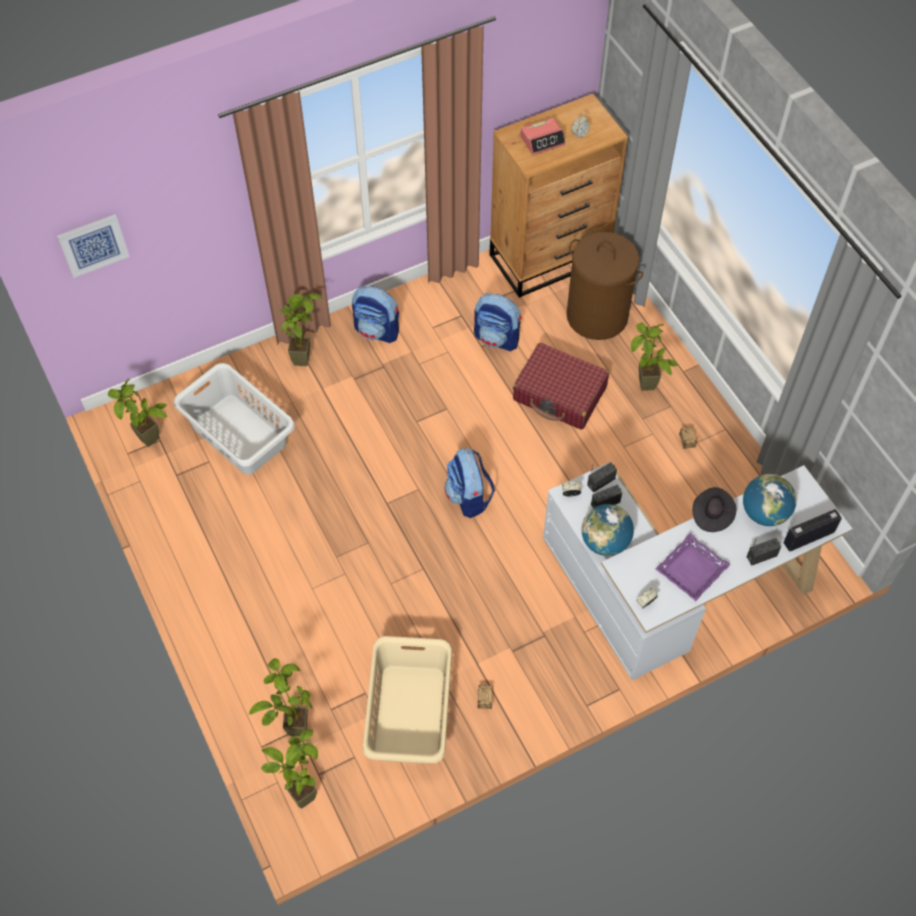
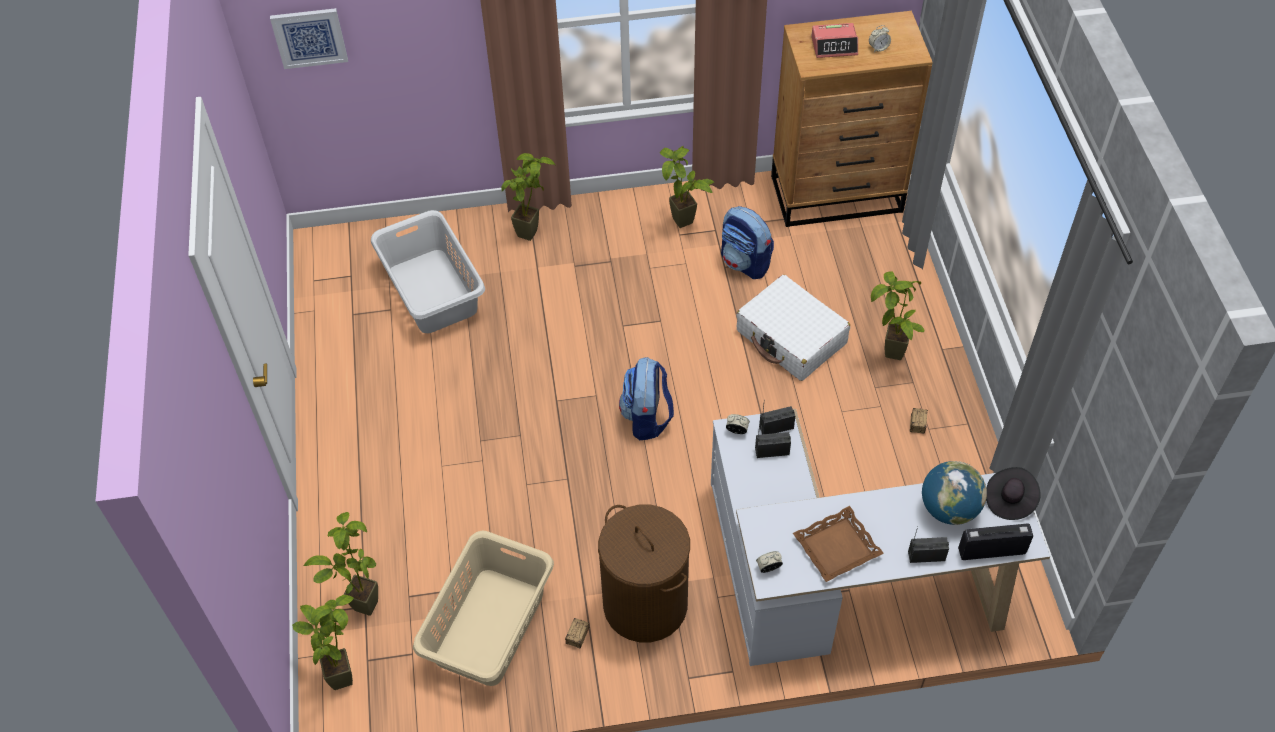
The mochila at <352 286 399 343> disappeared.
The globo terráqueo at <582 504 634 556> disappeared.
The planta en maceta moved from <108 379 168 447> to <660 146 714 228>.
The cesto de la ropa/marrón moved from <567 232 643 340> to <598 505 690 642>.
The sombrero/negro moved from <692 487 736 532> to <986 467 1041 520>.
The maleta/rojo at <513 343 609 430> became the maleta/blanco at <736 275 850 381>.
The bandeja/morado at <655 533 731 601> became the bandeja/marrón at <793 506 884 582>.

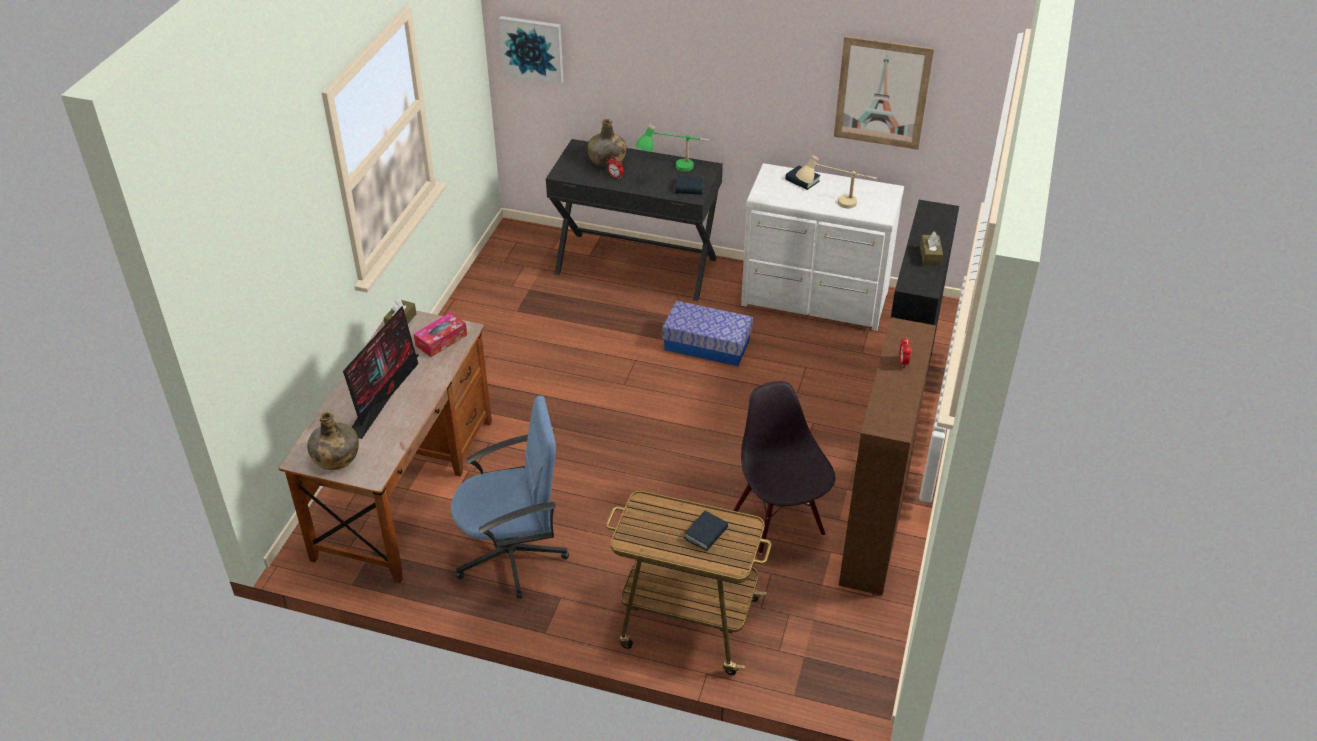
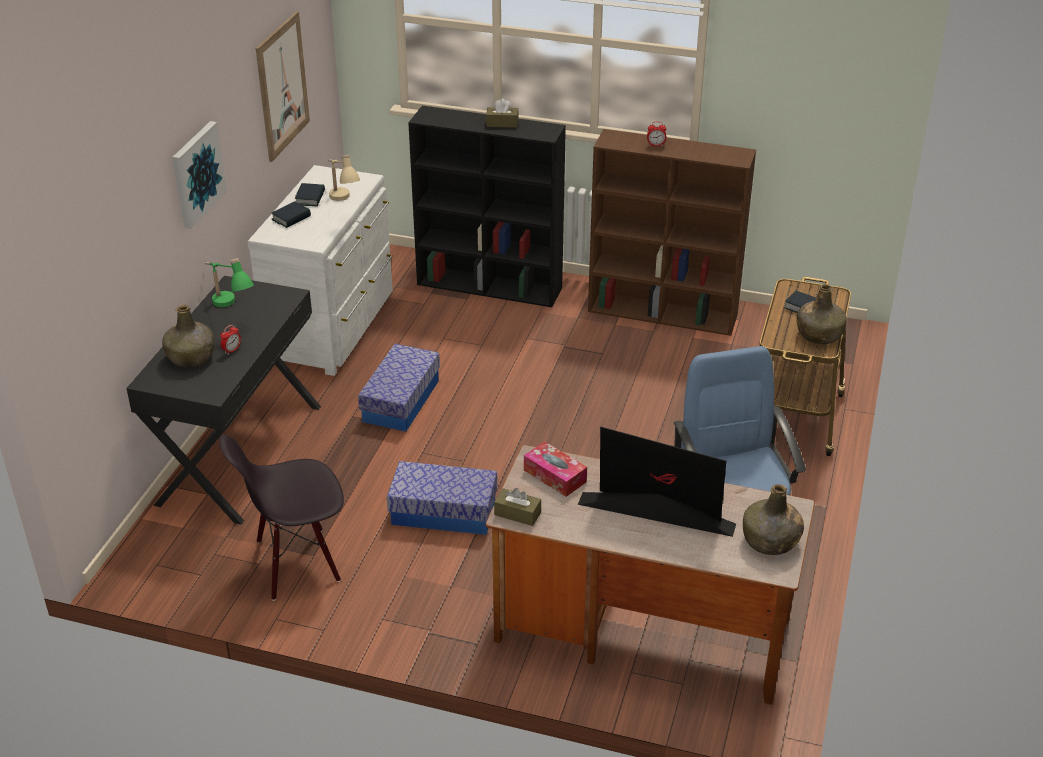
The caja de almacenaje at <387 461 498 535> appeared.
The botella/verde at <797 284 847 344> appeared.
The cuadro moved from <499 16 564 84> to <173 121 227 229>.
The libro moved from <675 176 704 195> to <295 183 325 206>.
The silla/negro moved from <733 381 835 554> to <219 434 344 601>.

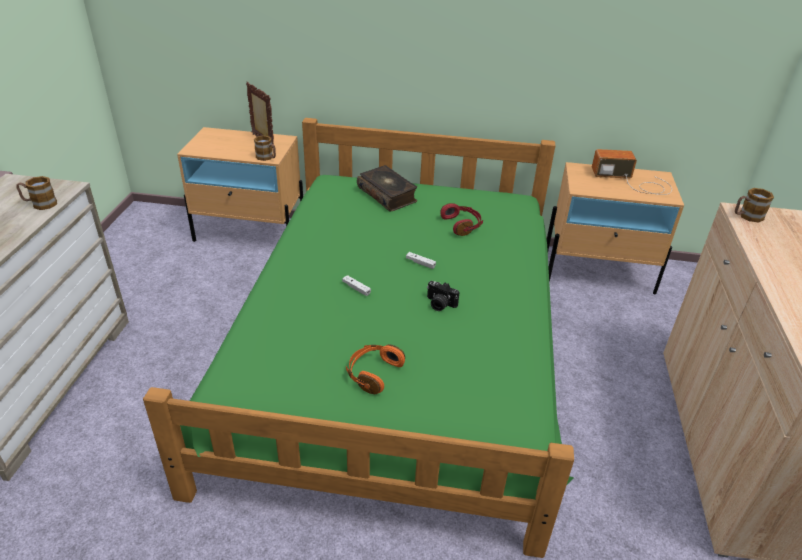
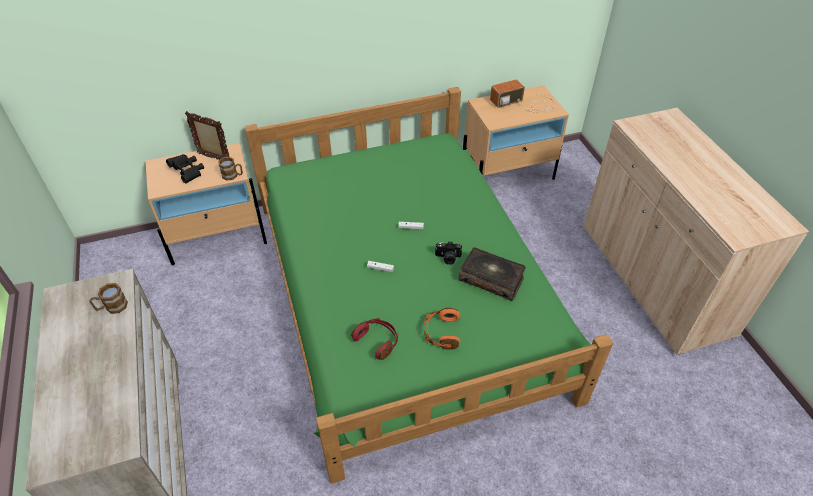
The taza grande at <735 188 774 223> disappeared.
The prismáticos/negro at <166 154 204 183> appeared.
The libro moved from <357 165 417 212> to <459 247 526 301>.
The auriculares/rojo moved from <440 203 483 236> to <351 318 398 360>.

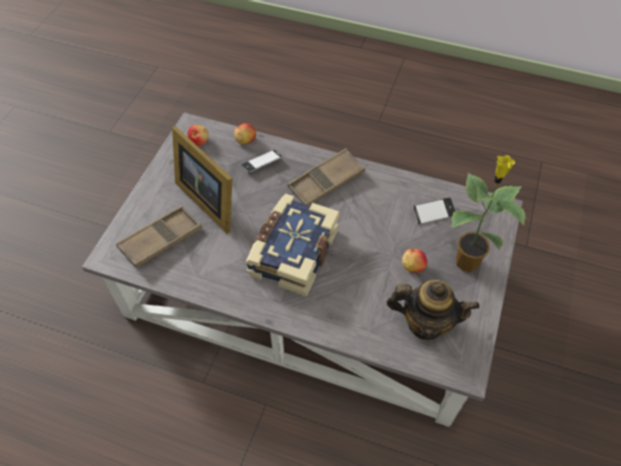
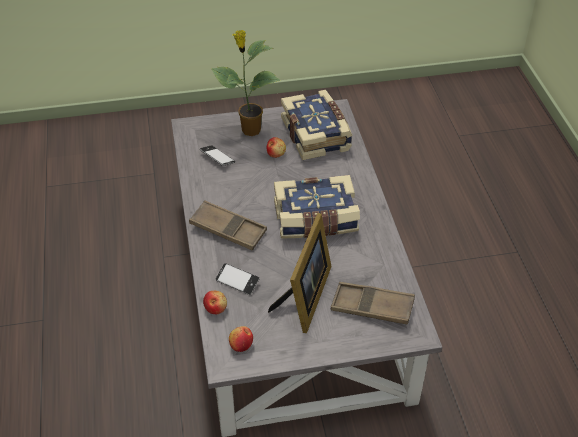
The tetera at <386 280 480 340> was replaced by the libro at <281 90 353 160>.

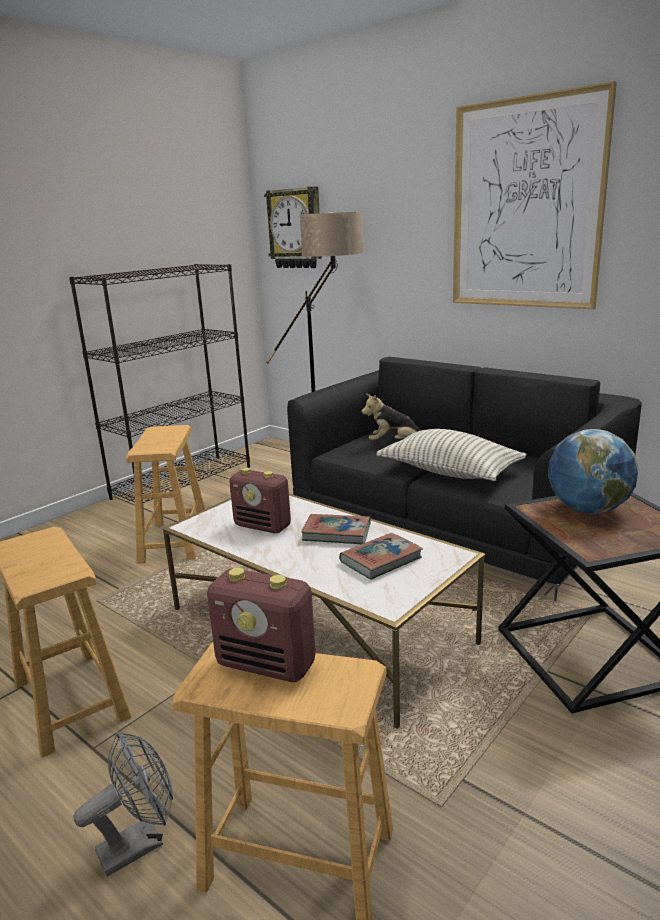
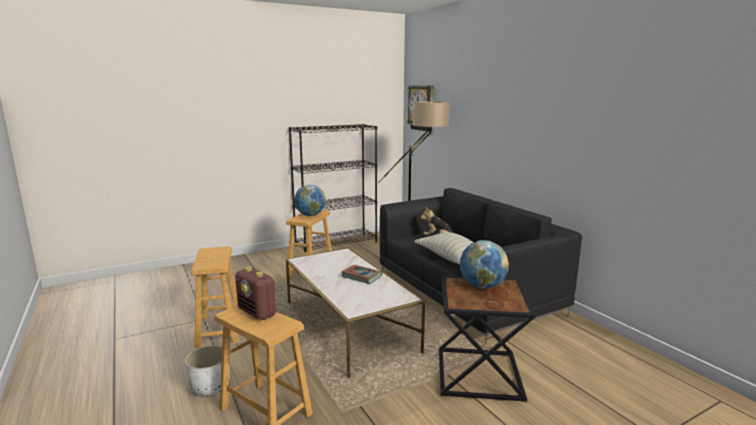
The radio at <229 468 291 533> disappeared.
The libro at <339 533 423 580> disappeared.
The cuadro at <453 81 617 309> disappeared.
The globo terráqueo at <294 185 326 216> appeared.
The ventilador/gris at <74 732 173 877> was replaced by the maceta/blanco at <185 345 230 397>.

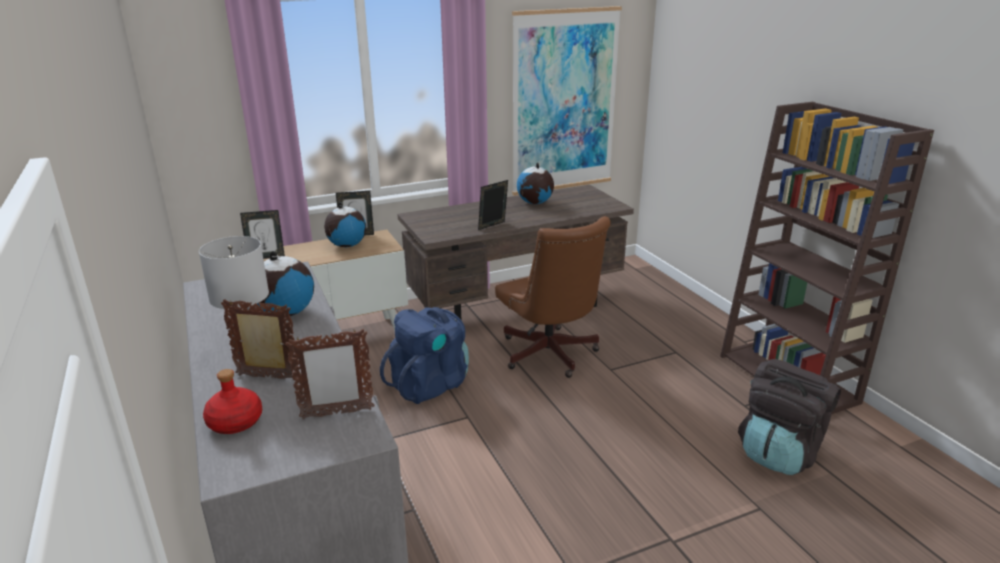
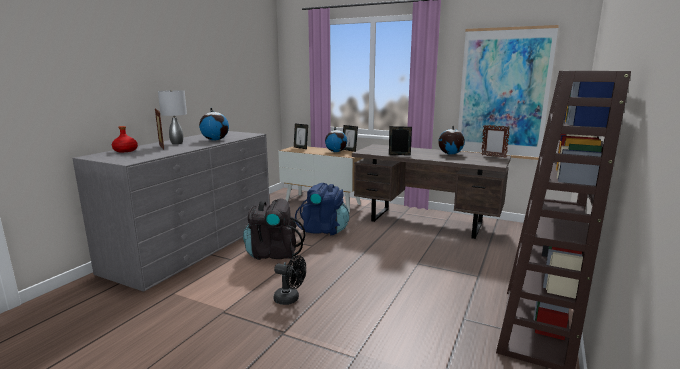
The silla de oficina/marrón at <495 216 611 378> disappeared.
The ventilador/negro at <274 255 306 305> appeared.
The portarretratos moved from <285 329 374 419> to <481 125 510 158>.
The mochila/negro moved from <738 359 841 475> to <243 198 305 260>.

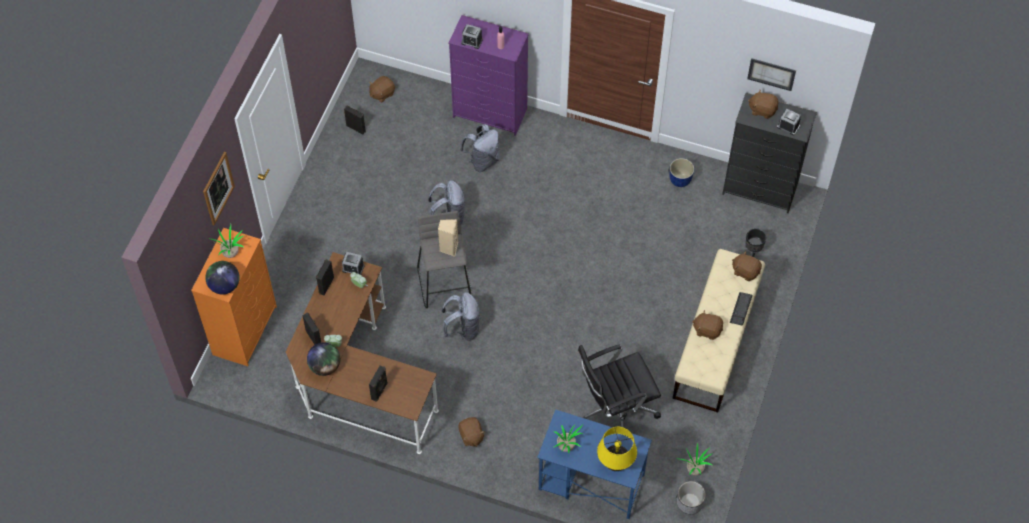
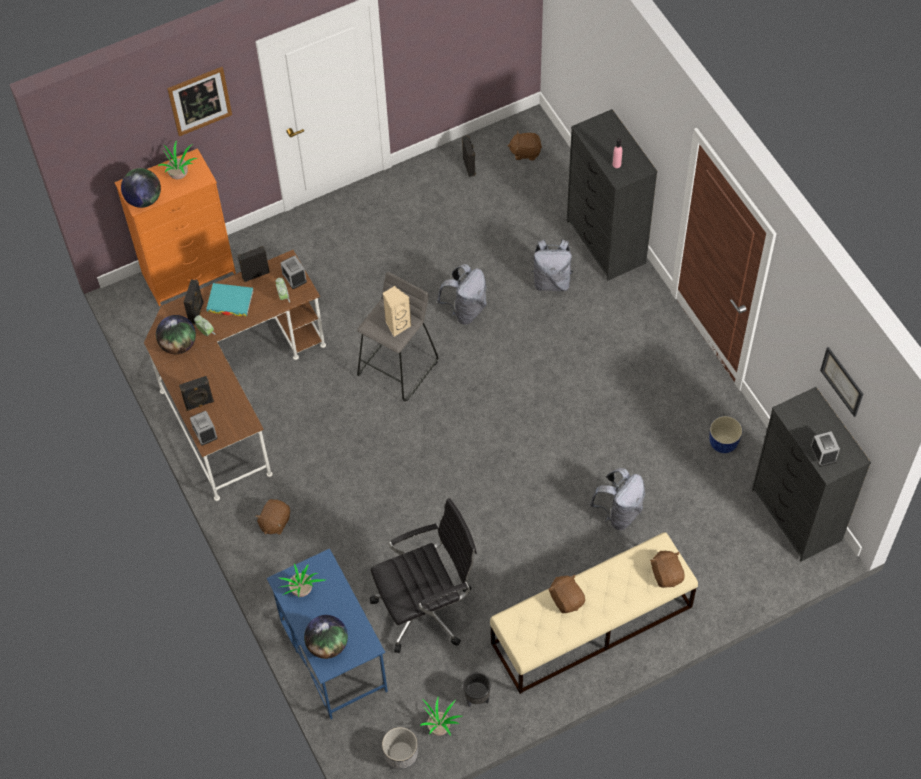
The teclado at <730 292 753 326> disappeared.
The peluche/marrón at <748 90 778 119> disappeared.
The libro/turquesa at <206 283 253 316> appeared.
The mochila/gris moved from <442 292 480 341> to <590 468 645 530>.
The despertador moved from <461 24 483 49> to <190 411 217 446>.
The maceta/negro moved from <745 228 766 257> to <463 673 491 707>.
The lámpara de mesa/amarillo at <597 427 637 471> was replaced by the globo terráqueo at <304 615 348 659>.
The cómoda/morado at <449 15 529 136> became the cómoda/negro at <567 109 658 281>.
The silla de oficina/negro at <578 344 661 427> turned 135 degrees clockwise.

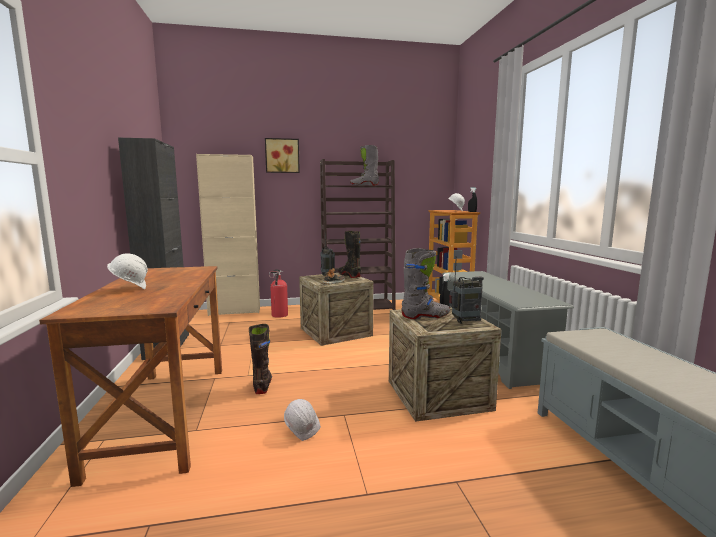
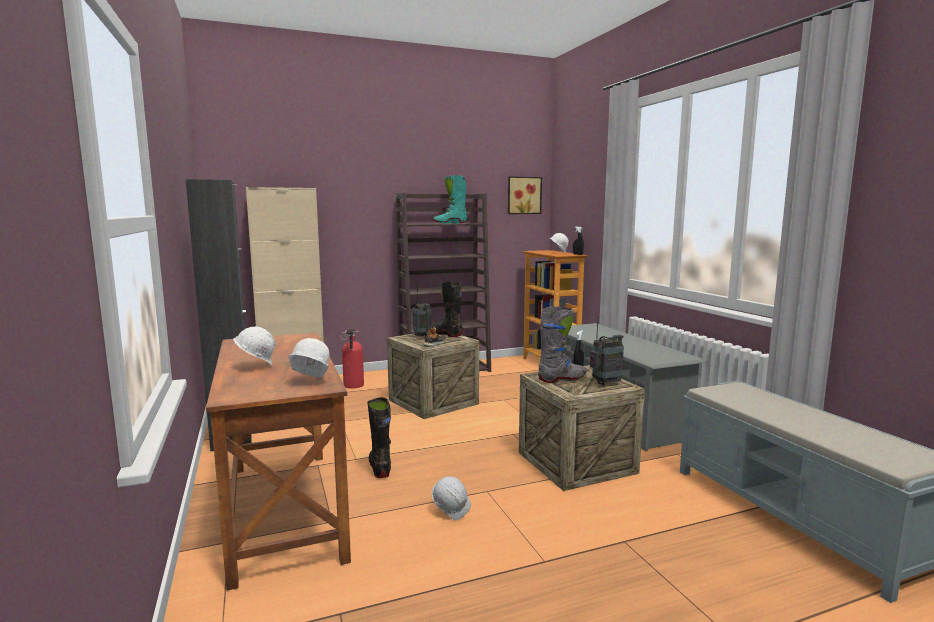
The casco/blanco at <288 338 330 378> appeared.
The cuadro moved from <265 138 300 173> to <508 176 542 214>.
The bota/gris at <350 145 379 186> became the bota/turquesa at <433 175 467 224>.

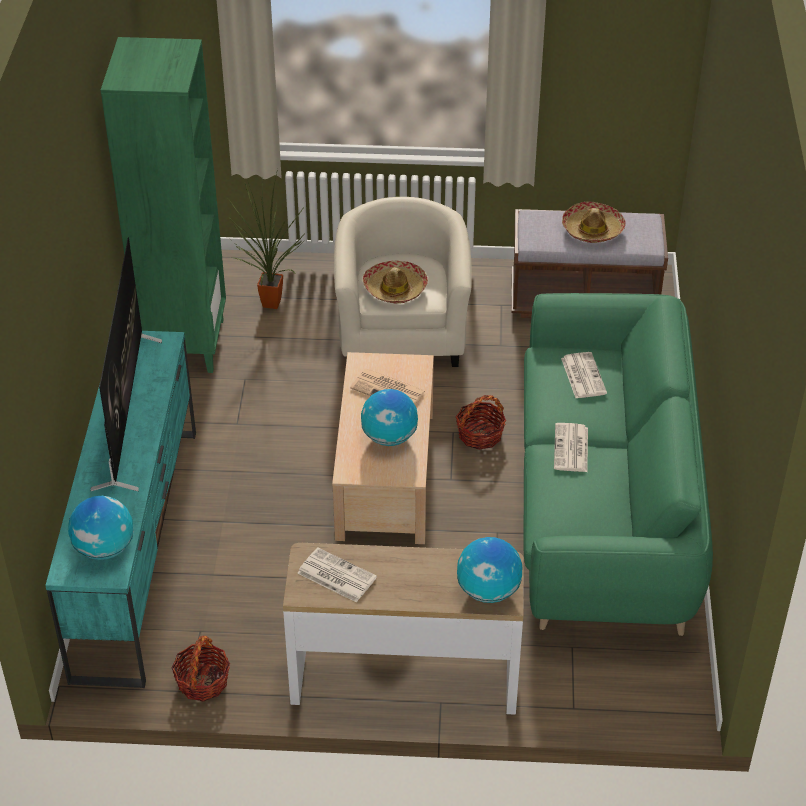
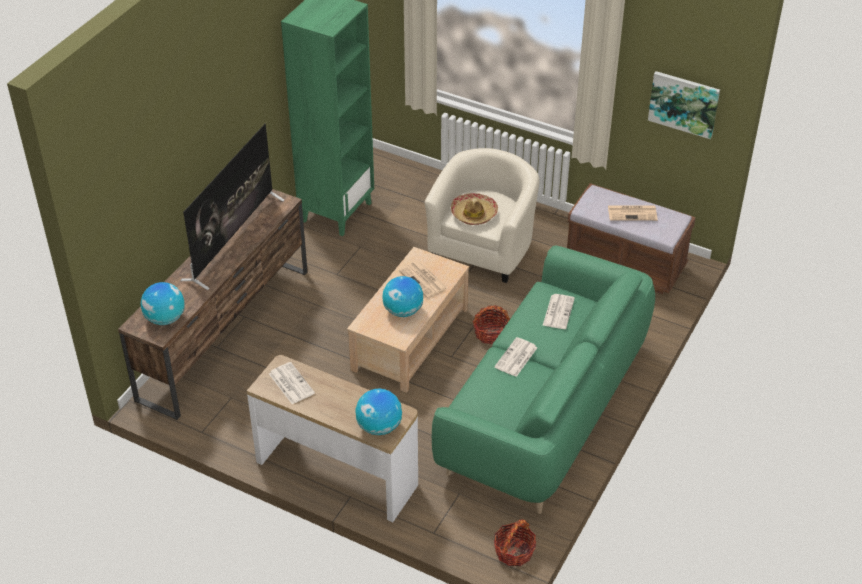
The planta en maceta at <228 169 306 309> disappeared.
The cuadro at <648 71 720 139> appeared.
The cesta moved from <171 635 230 702> to <494 519 536 566>.
The sombrero at <562 201 626 243> was replaced by the periódico at <608 205 658 221>.
The mueble de televisión/turquesa at <45 331 196 688> became the mueble de televisión/marrón at <118 189 308 420>.

